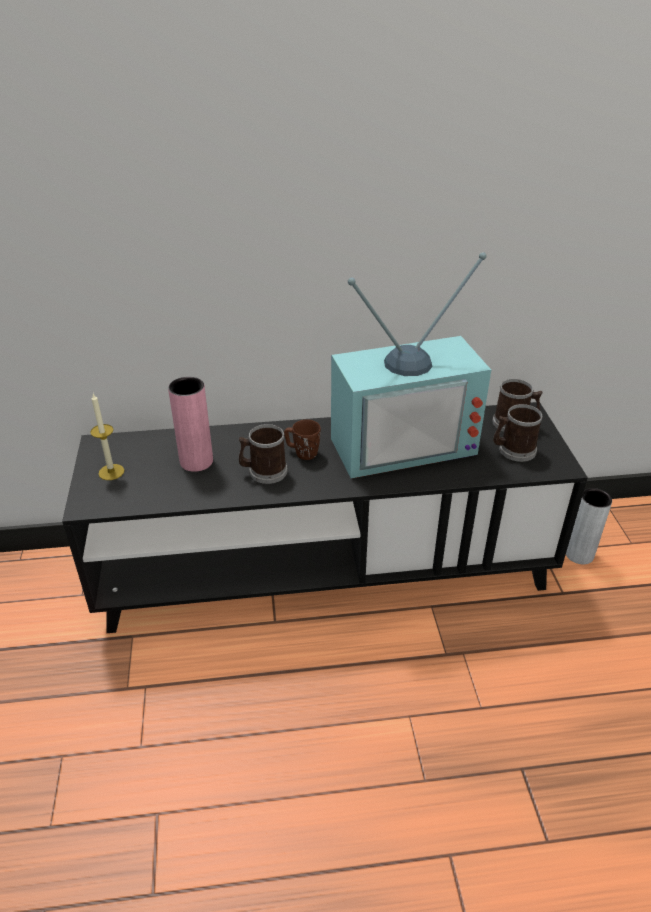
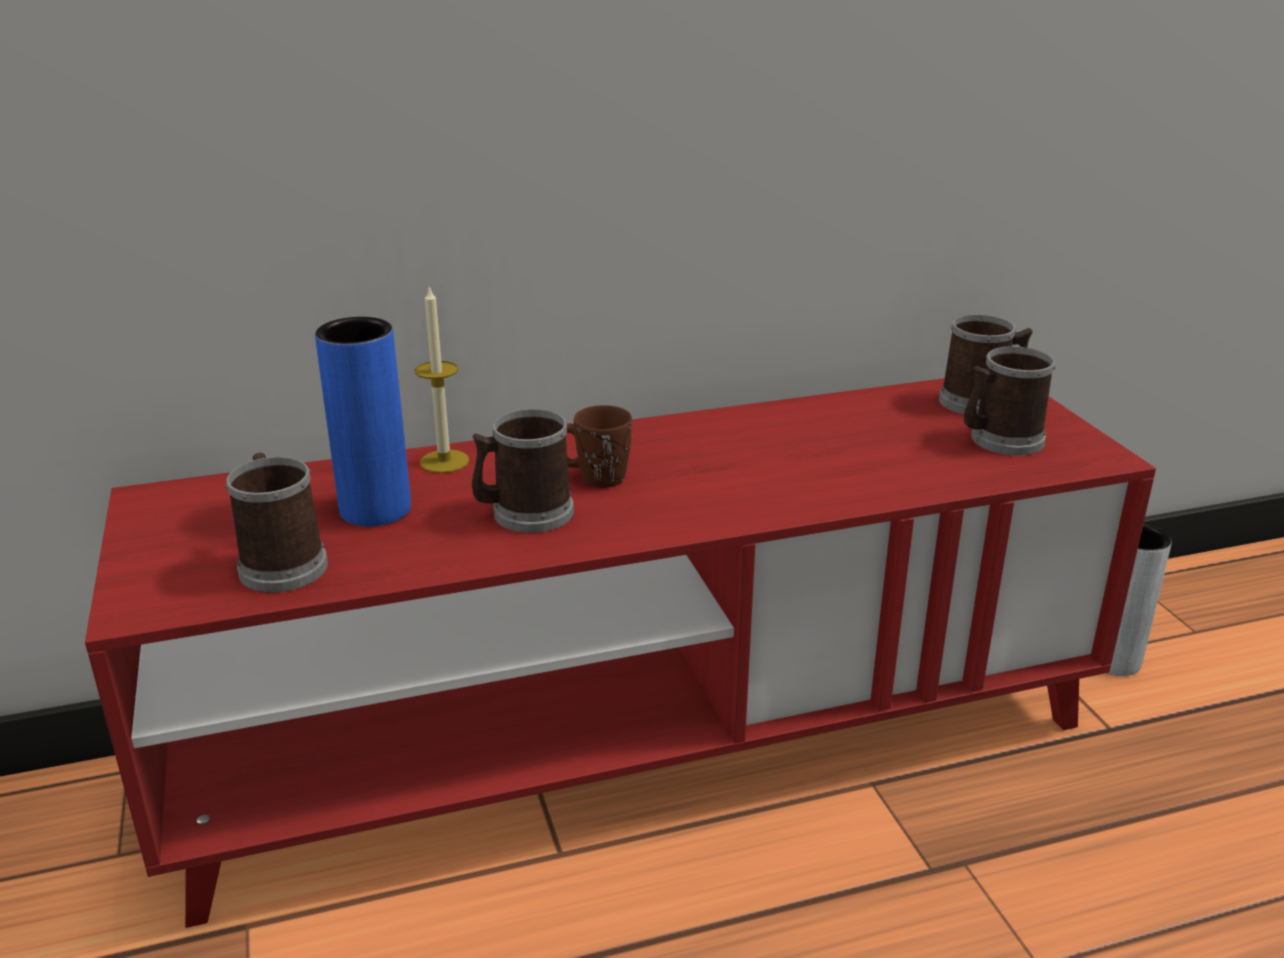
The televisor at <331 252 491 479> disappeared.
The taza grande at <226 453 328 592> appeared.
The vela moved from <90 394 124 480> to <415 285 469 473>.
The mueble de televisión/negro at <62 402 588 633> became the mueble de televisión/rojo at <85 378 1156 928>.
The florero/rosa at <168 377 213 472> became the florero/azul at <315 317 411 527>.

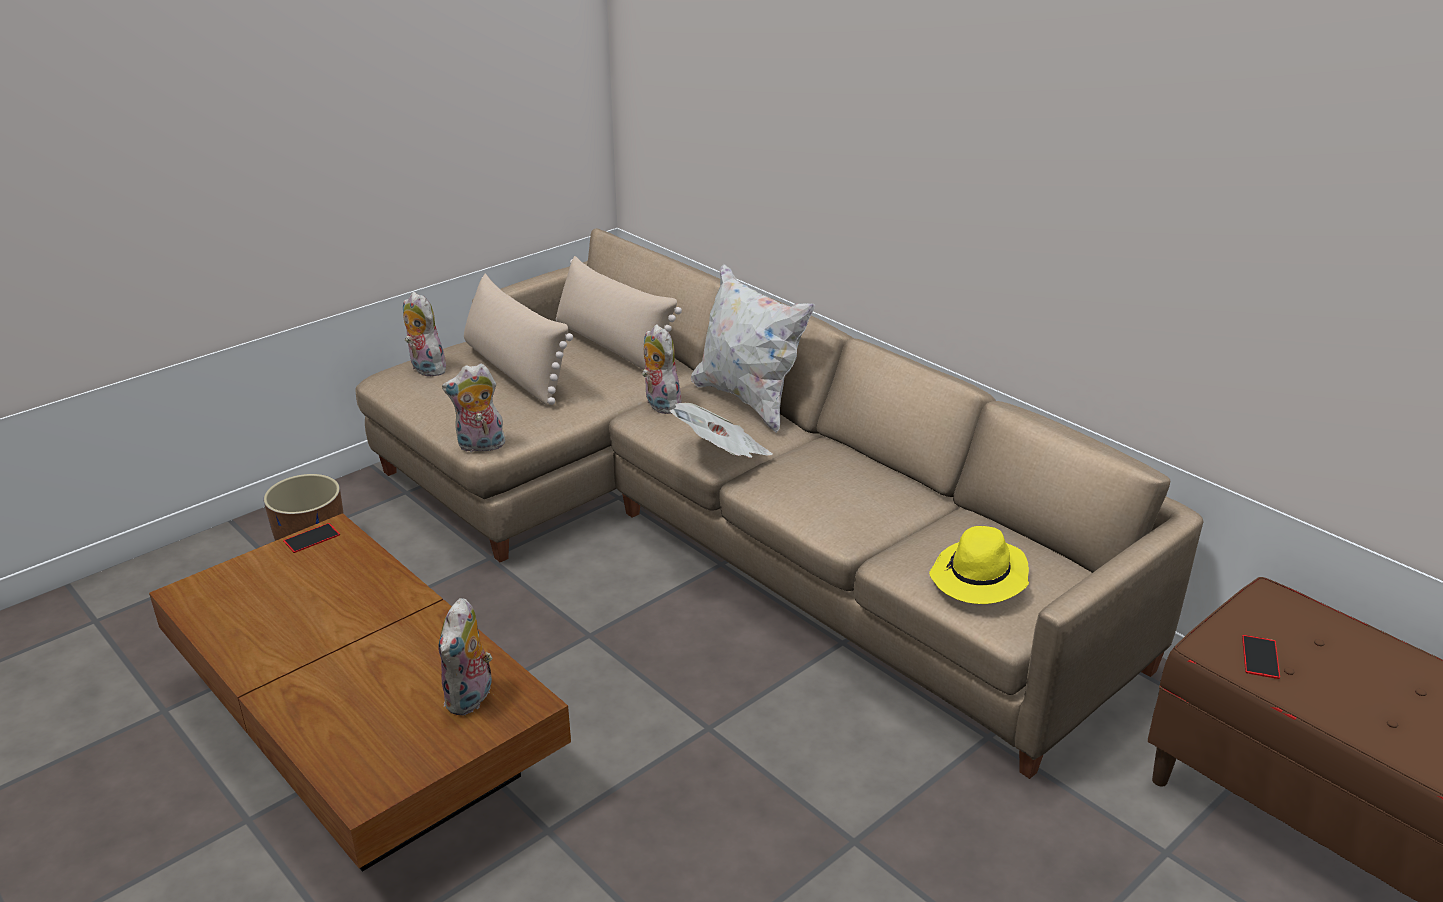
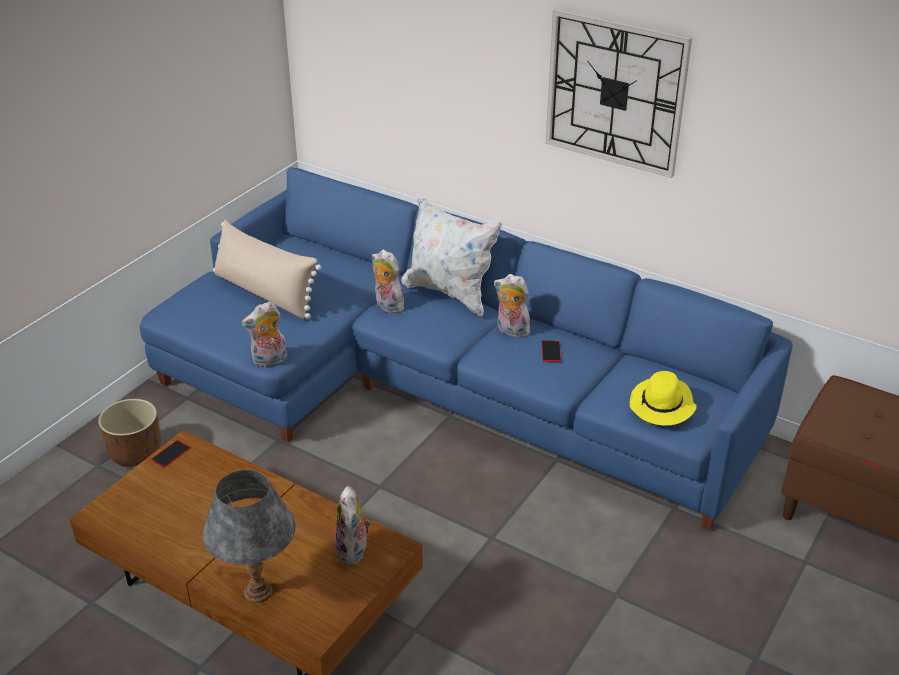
The cojín/beis at <556 256 682 370> disappeared.
The periódico at <669 403 773 458> disappeared.
The lámpara de mesa/gris at <202 470 295 603> appeared.
The reloj de pared at <546 9 692 178> appeared.
The peluche moved from <403 292 446 377> to <494 274 532 337>.
The móvil moved from <1242 635 1280 679> to <541 340 561 362>.
The sofá/beis at <355 228 1204 779> became the sofá/azul at <140 167 793 531>.

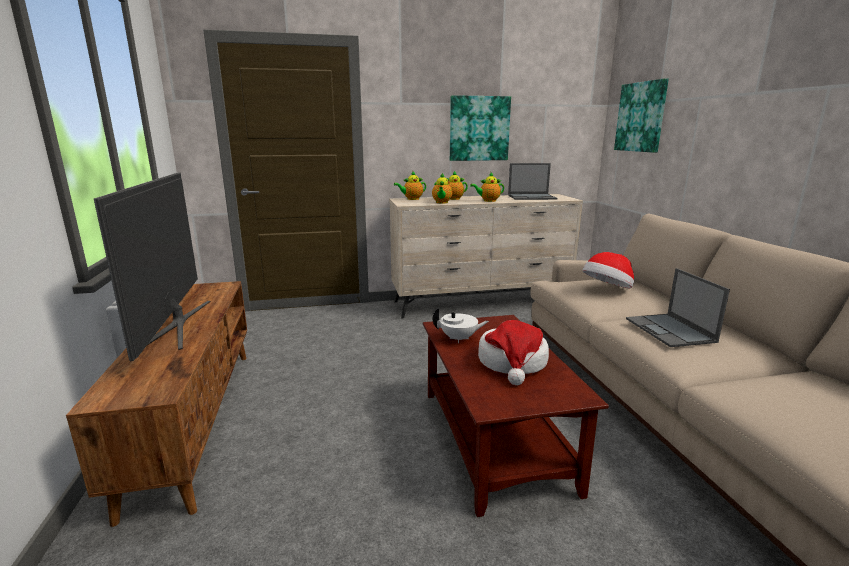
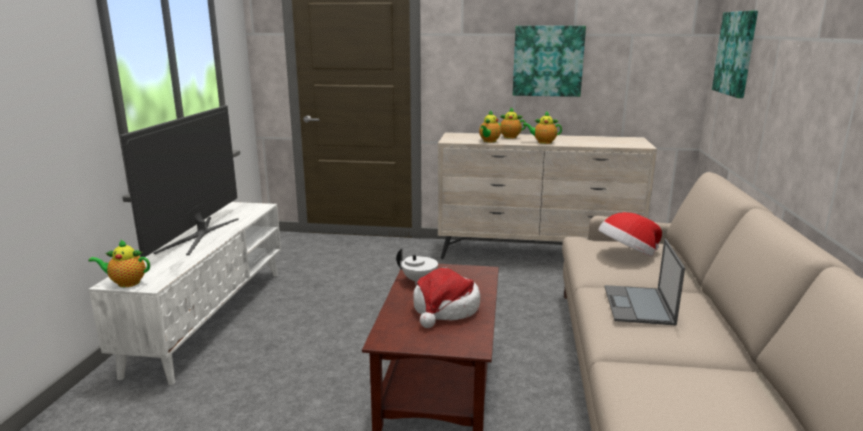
The portátil at <508 163 557 200> disappeared.
The tetera moved from <394 171 426 200> to <88 239 150 287>.
The mueble de televisión/marrón at <66 281 247 527> became the mueble de televisión/blanco at <89 202 281 385>.

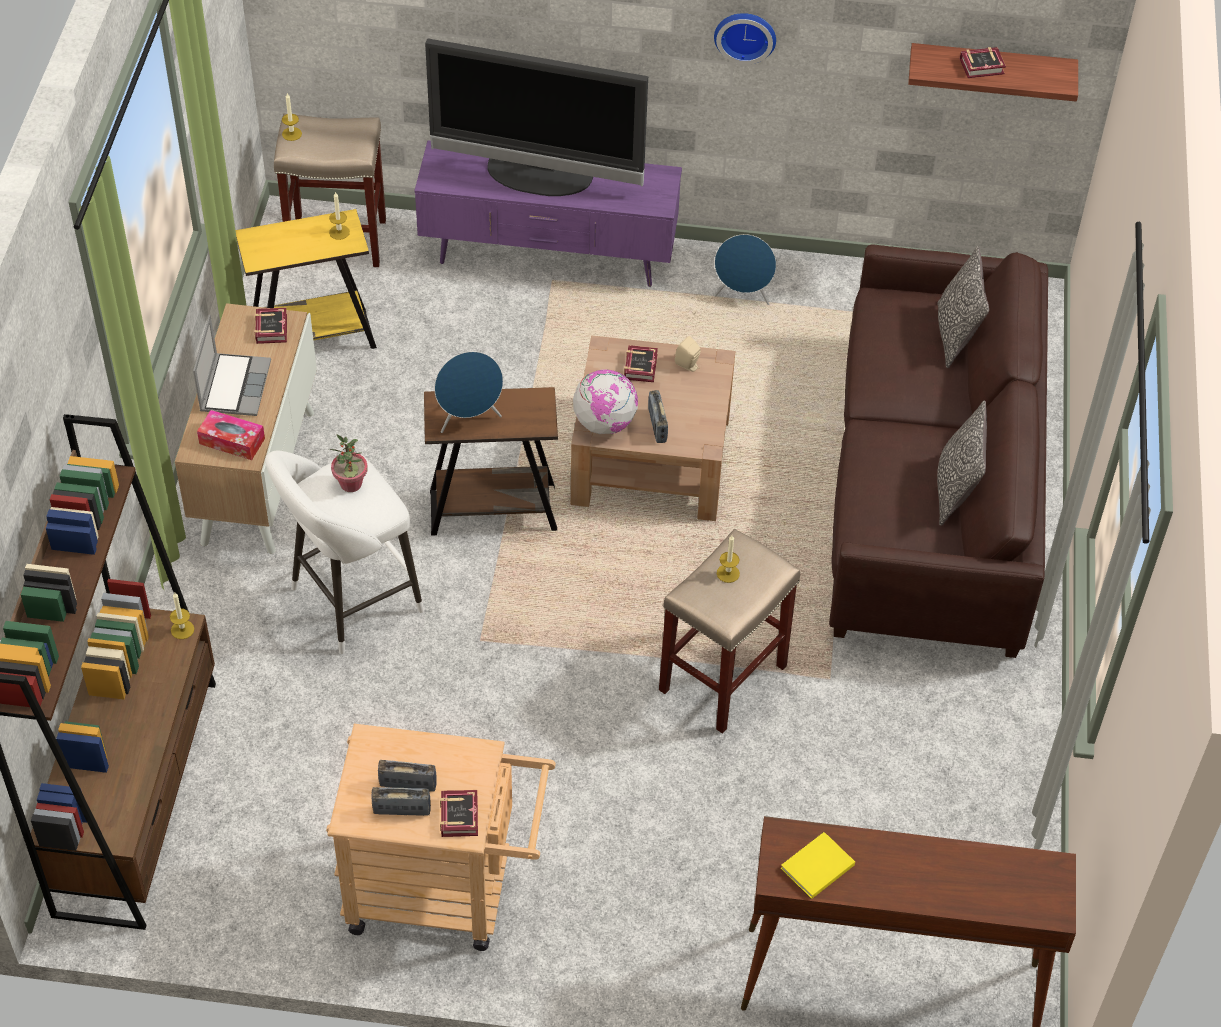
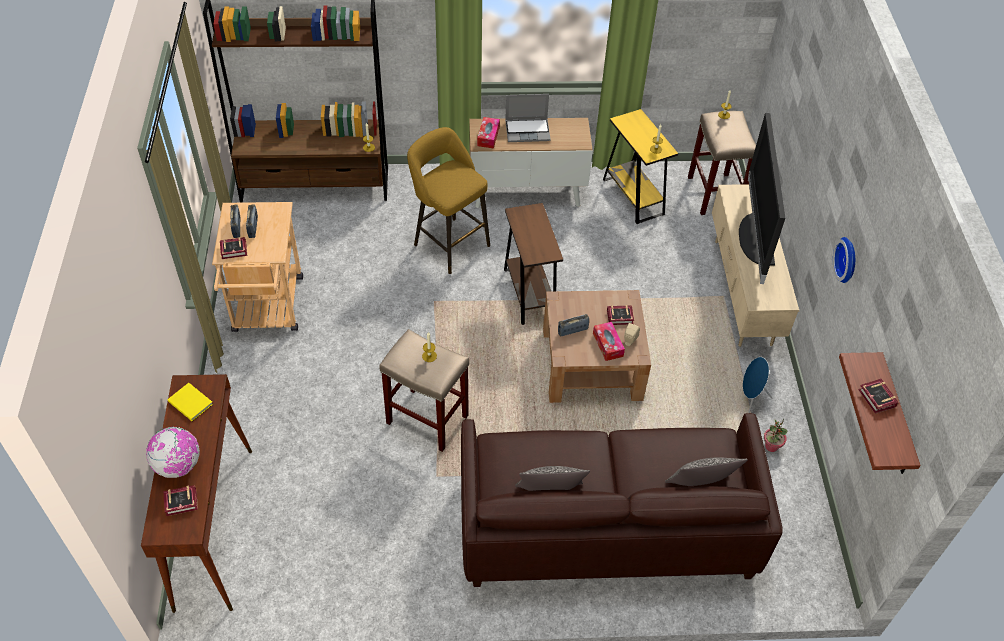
The altavoz/azul at <434 352 503 433> disappeared.
The caja de pañuelos at <593 322 625 361> appeared.
The libro moved from <254 308 287 344> to <163 485 198 516>.
The planta en maceta moved from <329 434 368 492> to <764 418 787 452>.
The globo terráqueo moved from <573 369 638 434> to <146 427 200 478>.
The taburete/blanco at <265 451 424 654> became the taburete/amarillo at <407 127 490 274>.
The mueble de televisión/morado at <414 141 682 287> became the mueble de televisión/beis at <712 184 800 347>.

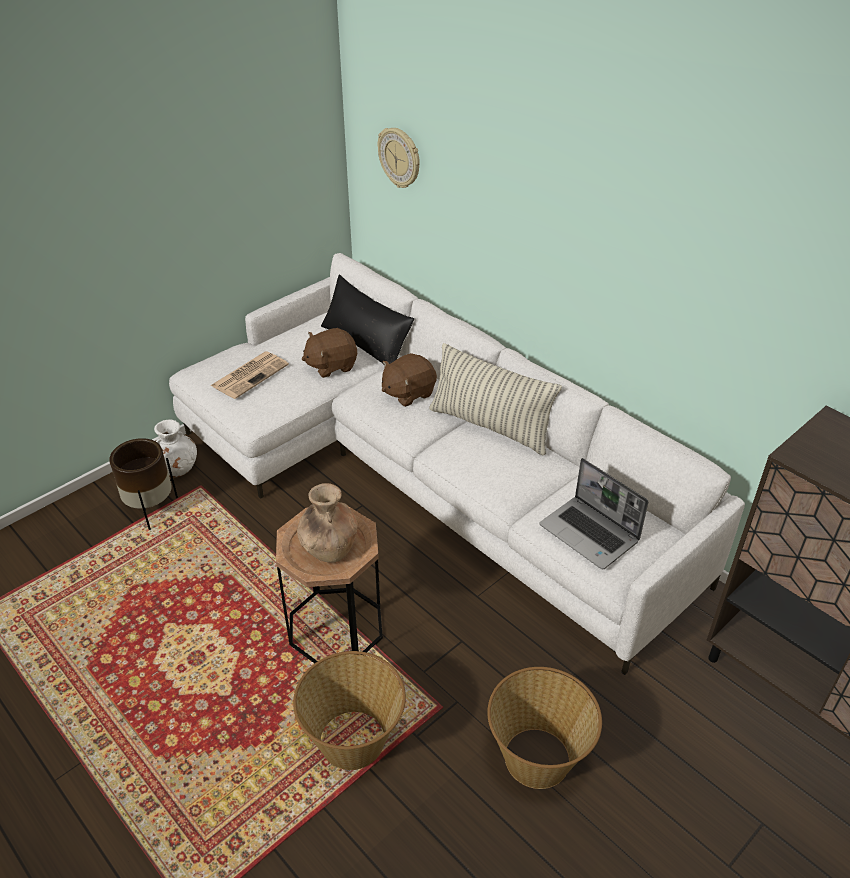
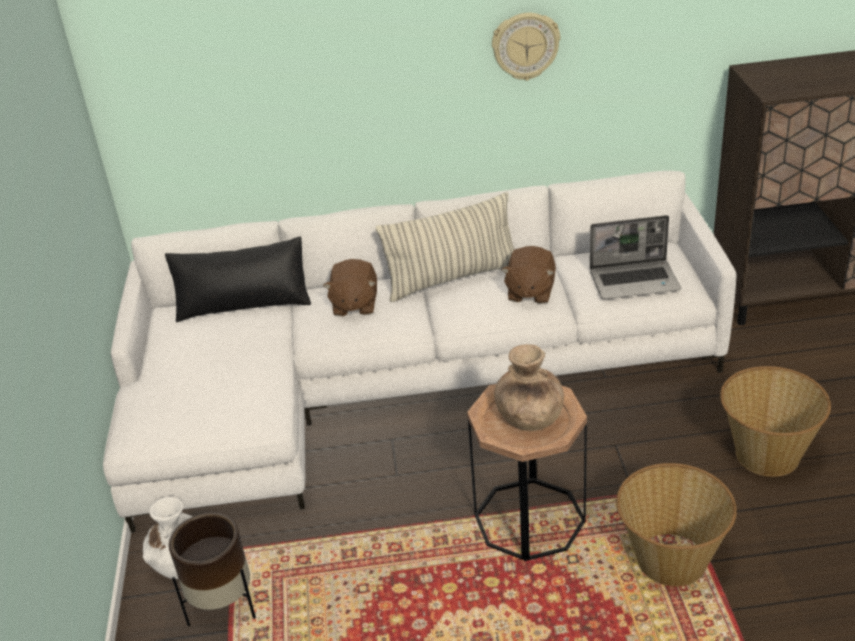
The periódico at <210 351 289 399> disappeared.
The peluche/marrón moved from <302 328 357 378> to <501 246 556 304>.
The reloj de pared moved from <378 128 420 188> to <492 13 560 81>.

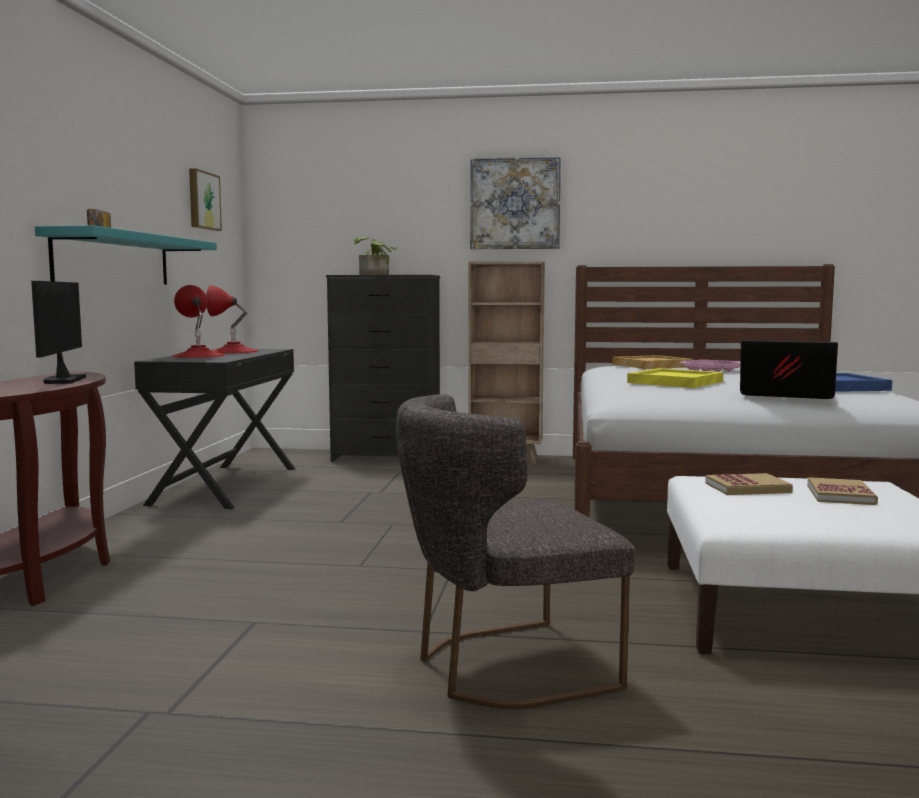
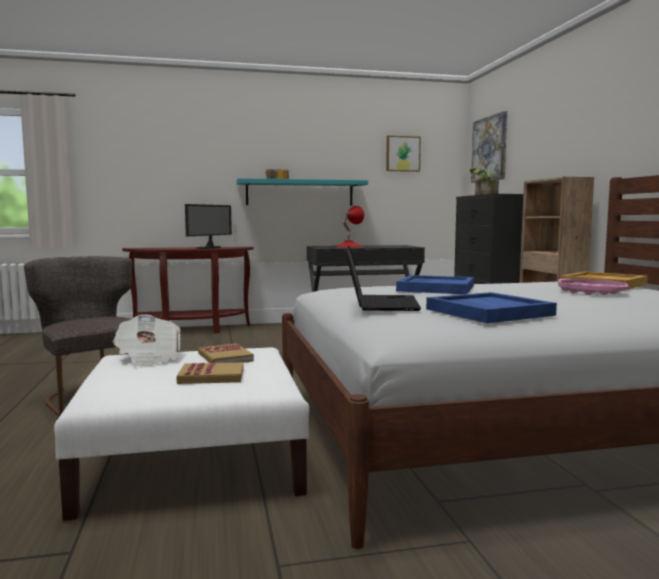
The lámpara de mesa/rojo at <206 285 259 353> disappeared.
The periódico at <113 315 181 368> appeared.
The cuadro moved from <470 157 561 249> to <471 111 507 183>.
The bandeja/amarillo at <627 368 724 388> became the bandeja/azul at <396 275 474 294>.
The monitor at <31 281 86 384> turned 150 degrees clockwise.

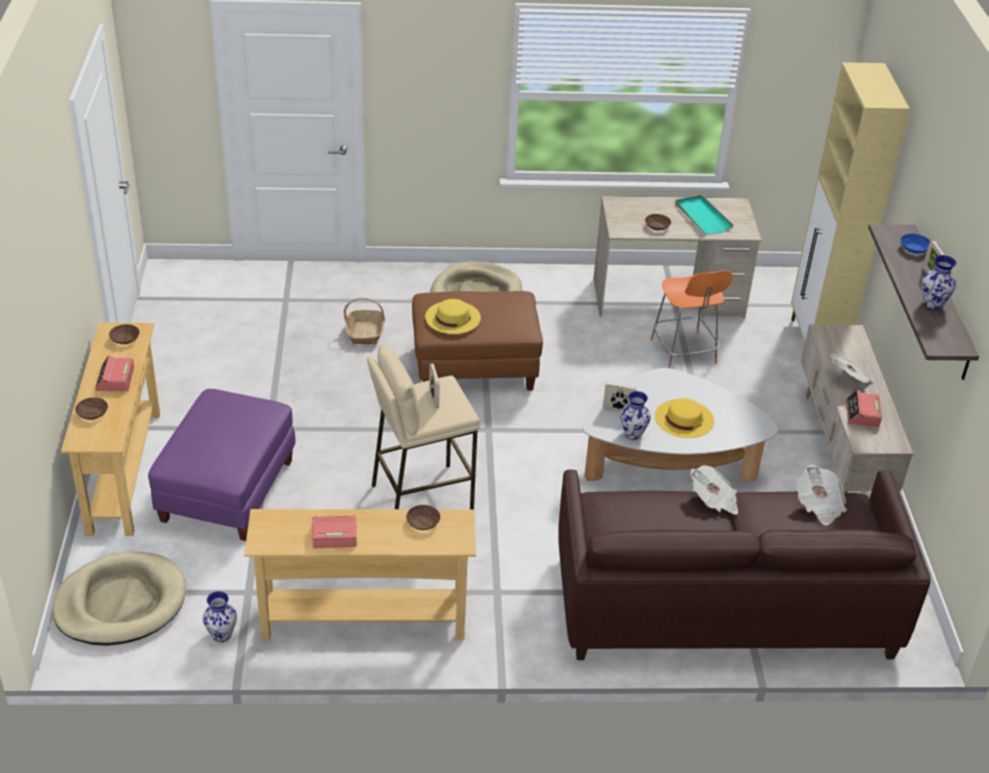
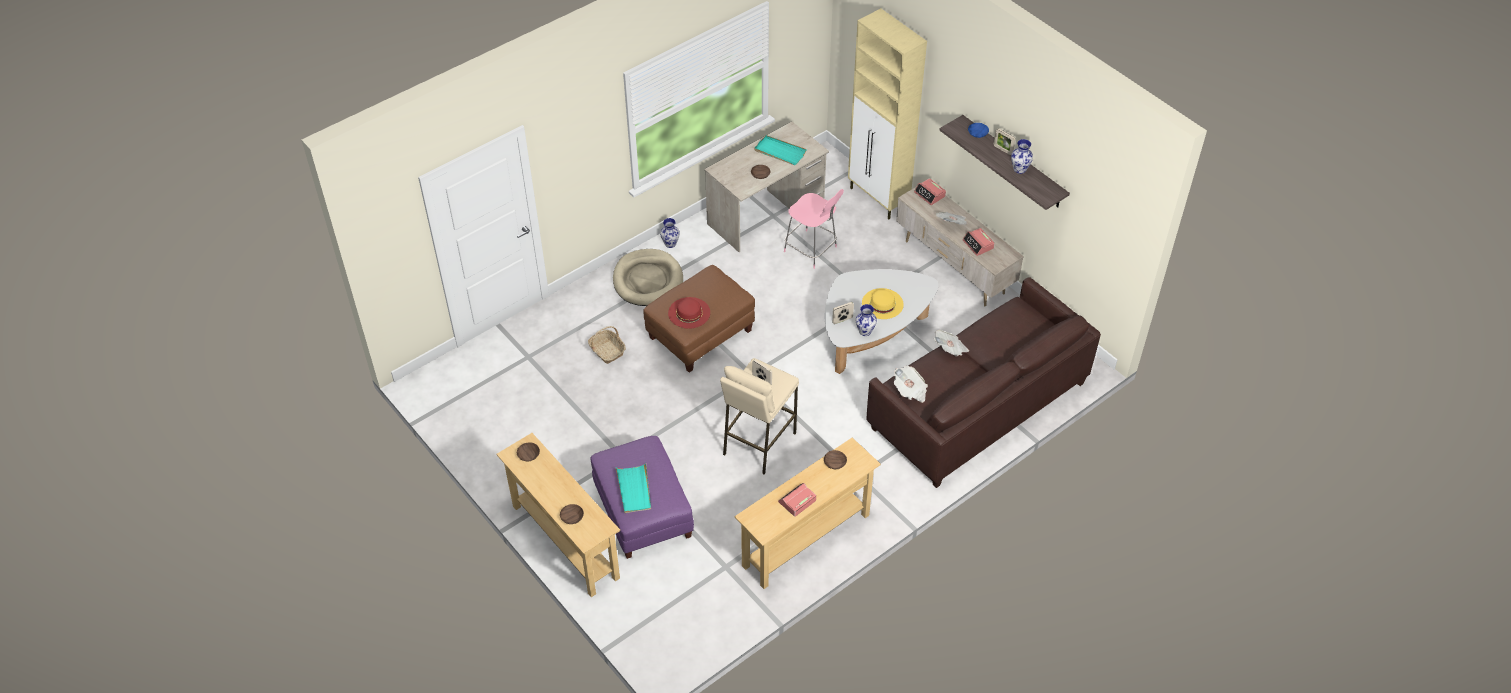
The cama para perro/beis at <52 552 186 646> disappeared.
The bandeja/turquesa at <616 463 651 513> appeared.
The despertador moved from <95 355 134 391> to <914 178 946 205>.
The florero moved from <203 591 237 642> to <660 218 680 248>.
The periódico moved from <797 465 847 526> to <894 366 928 403>.
The sombrero/amarillo at <425 299 481 334> became the sombrero/rojo at <668 297 710 329>.
The taburete/naranja at <650 270 733 368> became the taburete/rosa at <784 189 844 269>.

